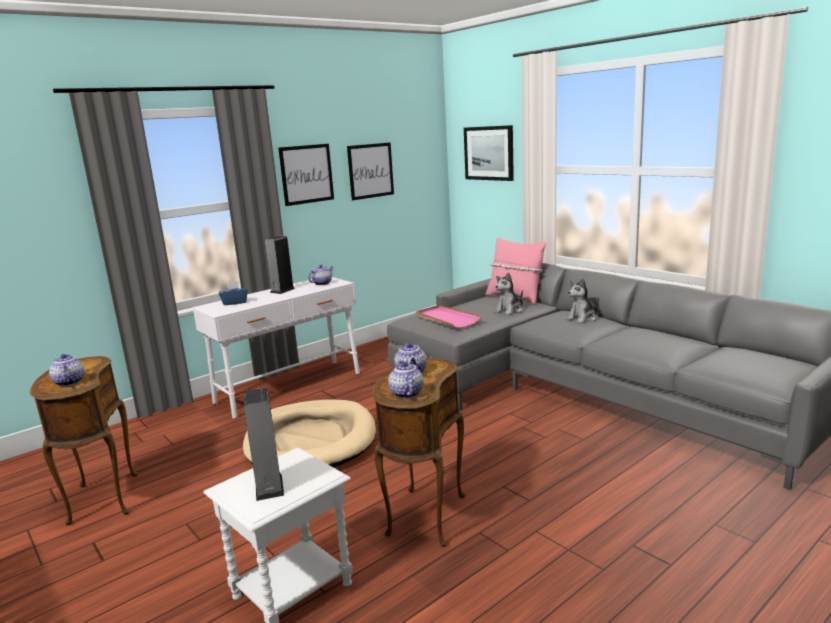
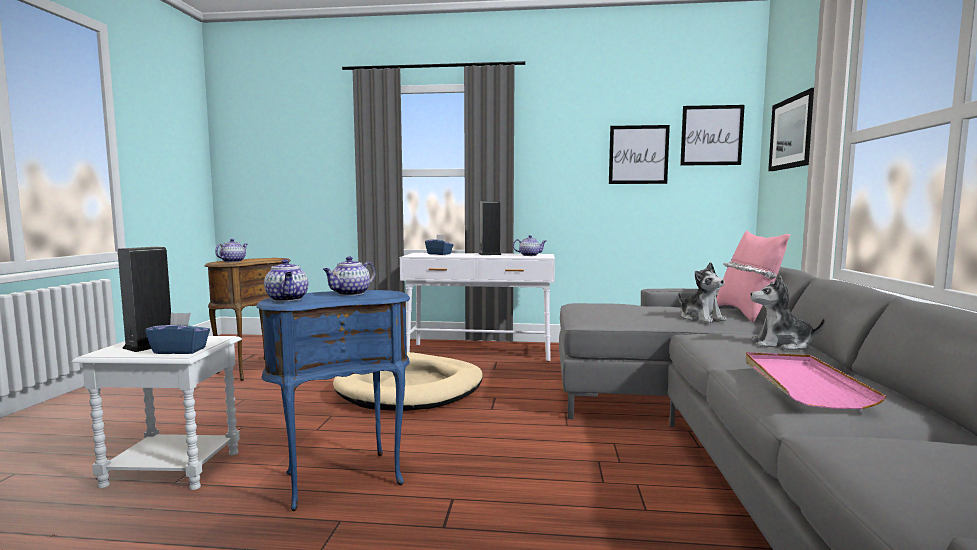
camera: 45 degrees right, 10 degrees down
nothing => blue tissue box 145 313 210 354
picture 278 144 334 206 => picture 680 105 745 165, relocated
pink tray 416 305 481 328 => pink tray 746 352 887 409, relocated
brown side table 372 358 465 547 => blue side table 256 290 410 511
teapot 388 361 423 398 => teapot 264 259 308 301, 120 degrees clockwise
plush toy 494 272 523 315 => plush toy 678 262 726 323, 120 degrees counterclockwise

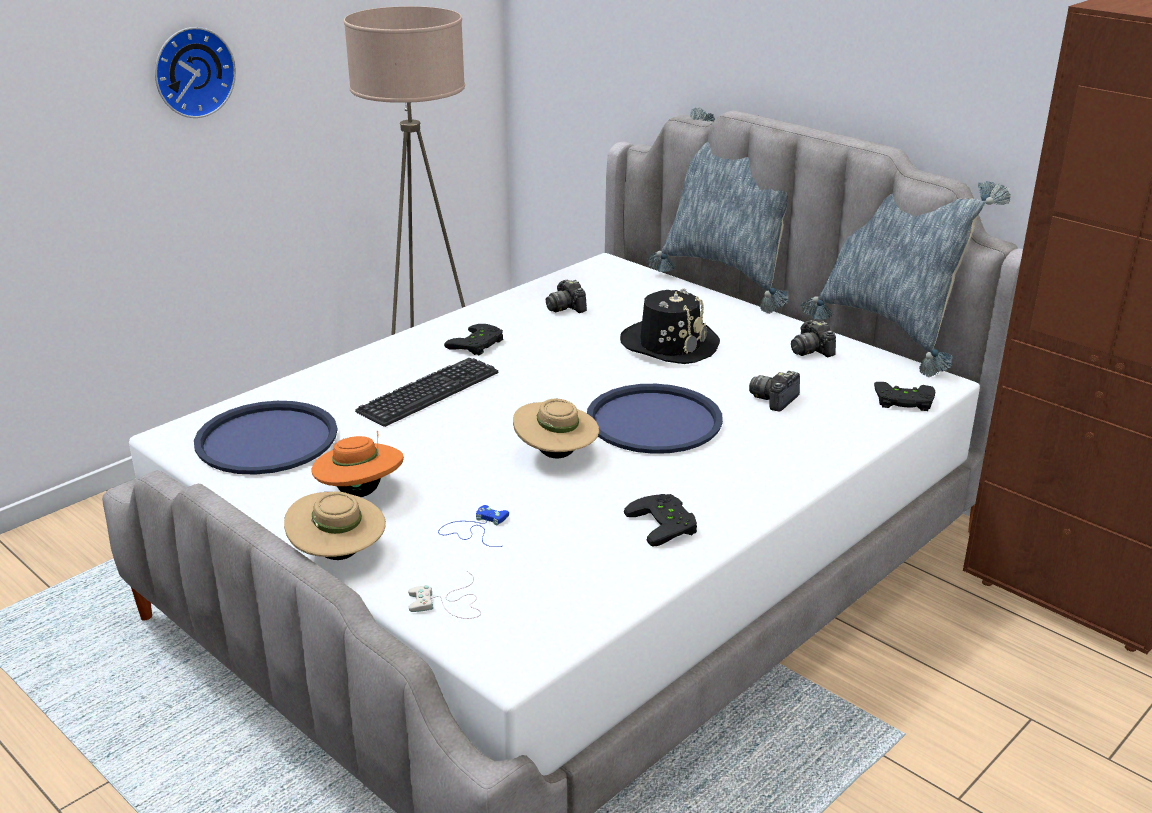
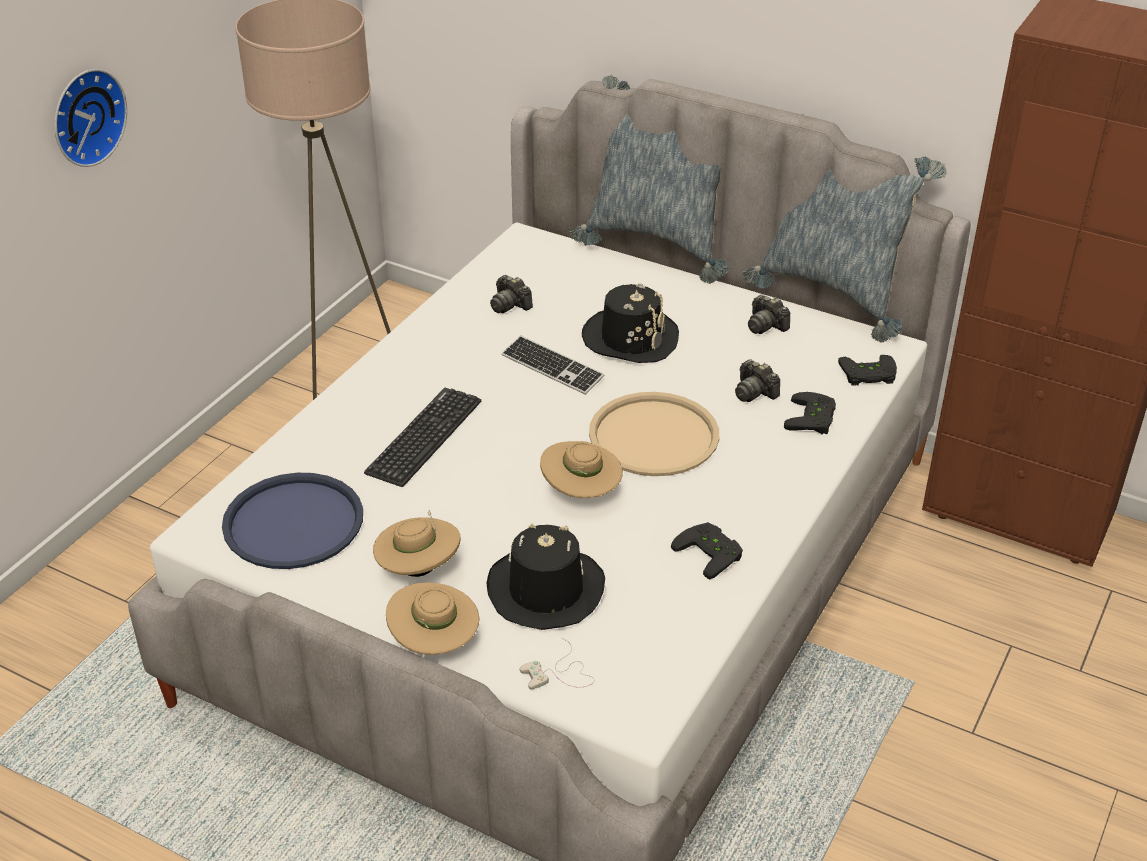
camera: 15 degrees left, 10 degrees up
nothing => keyboard 501 336 605 395
black game controller 444 324 503 355 => black game controller 784 392 836 434, relocated
blue game controller 438 505 509 547 => black hat 487 523 605 630
orange hat 312 431 404 497 => beige hat 373 510 461 577
blue tray 587 384 723 454 => beige tray 589 392 719 476
photo camera 749 371 800 411 => photo camera 735 359 780 402, 60 degrees counterclockwise

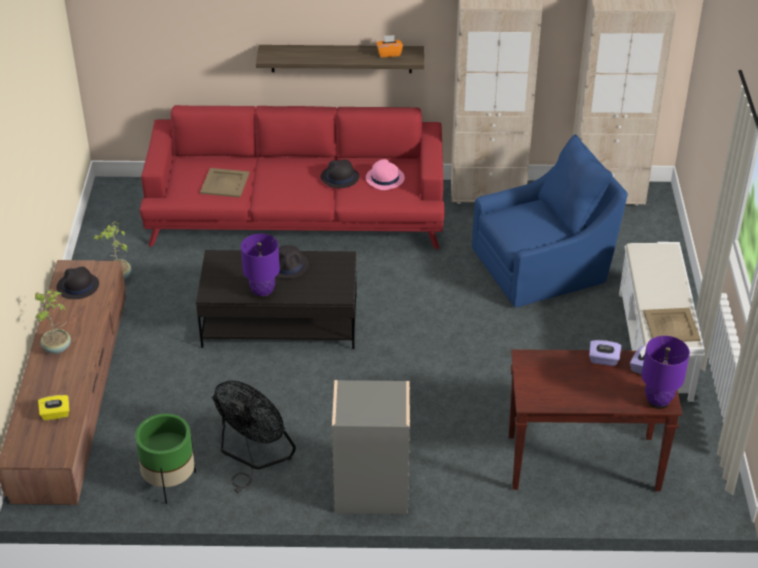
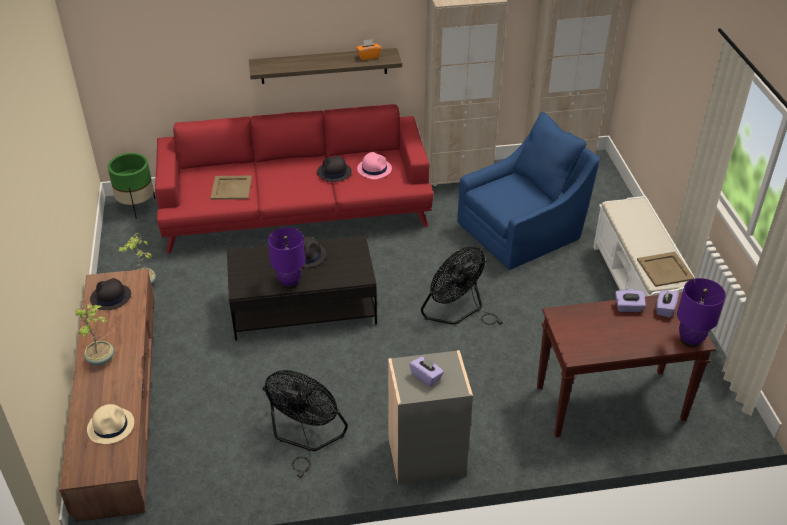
camera: 10 degrees left, 0 degrees up
nothing => purple tissue box 409 356 444 387
nothing => black fan 421 247 503 325
green planter 135 414 196 504 => green planter 108 153 155 219, relocated
yellow tissue box 38 395 69 421 => beige hat 87 404 134 444

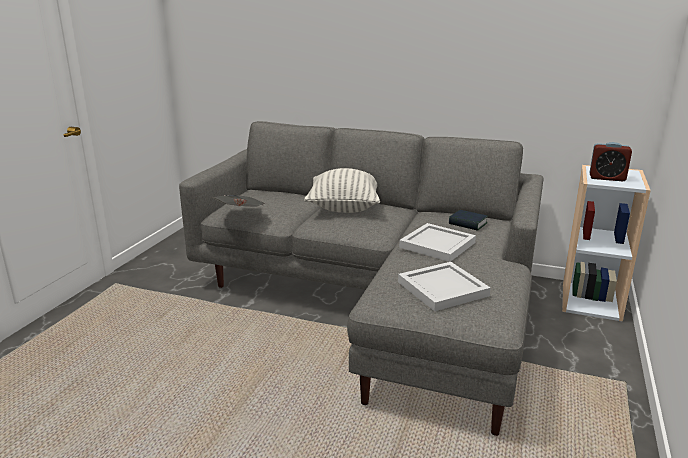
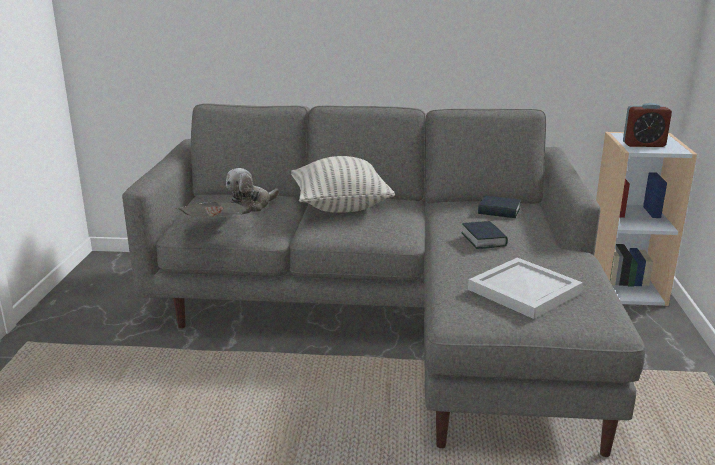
camera: 15 degrees left, 0 degrees up
nothing => plush toy 226 168 279 215
white tray 399 223 476 262 => book 461 221 508 249

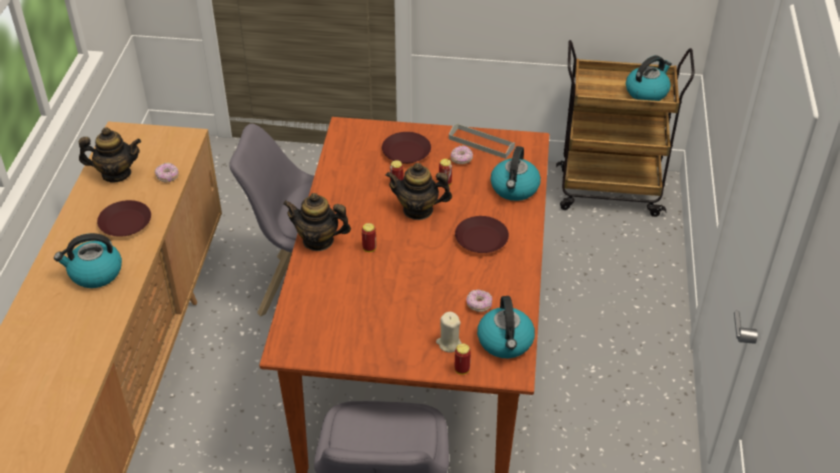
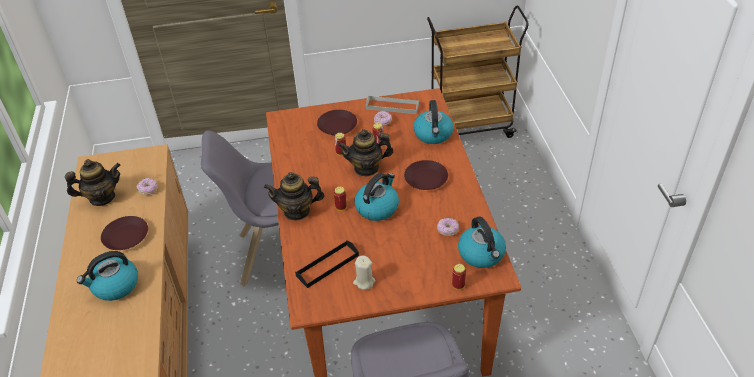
camera: 15 degrees left, 0 degrees up
nothing => black tray 295 240 359 288
beige candle 436 312 462 352 => beige candle 353 255 375 290, relocated
kettle 626 55 672 101 => kettle 355 173 399 221, relocated

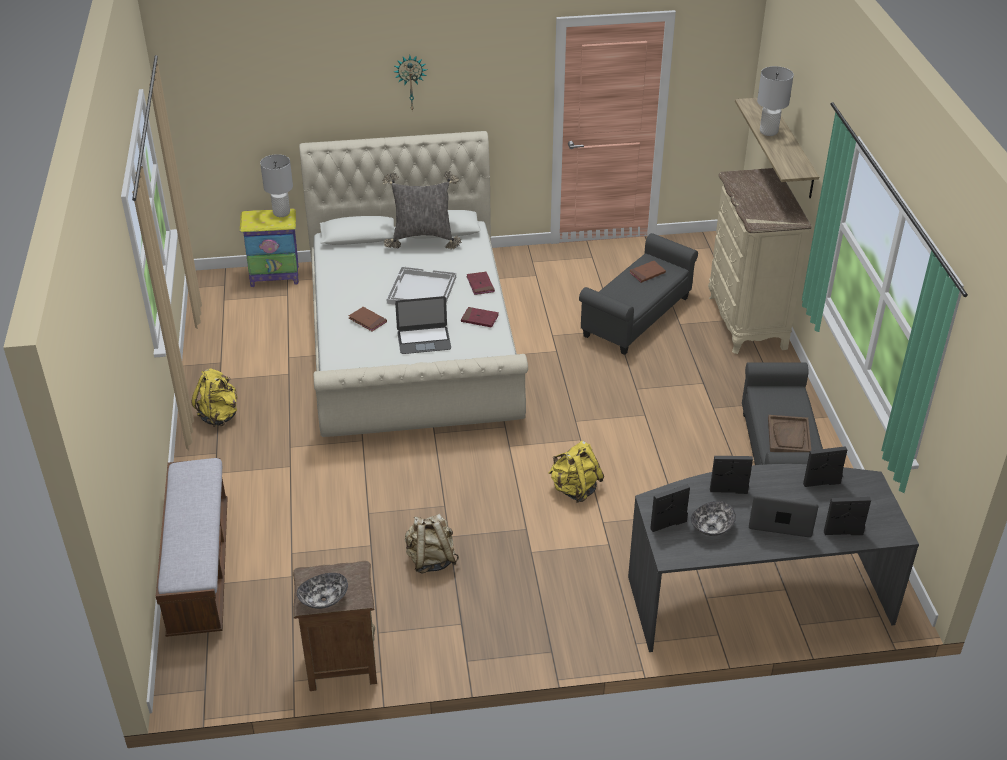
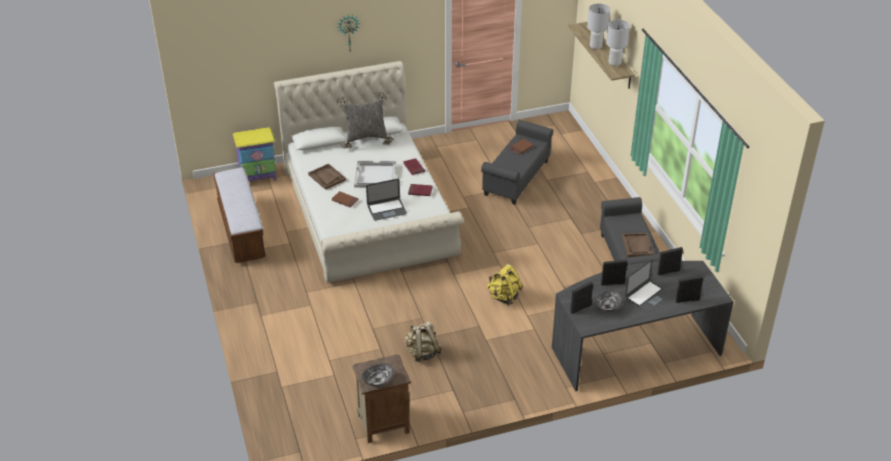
camera: 10 degrees left, 0 degrees up
yellow backpack 191 369 238 427 => nothing
beige dresser 708 168 811 354 => nothing
nothing => brown tray 308 163 346 190
bench 156 458 228 637 => bench 213 168 266 263, relocated
grey table lamp 260 154 293 217 => grey table lamp 606 20 630 66, relocated
laptop 748 496 819 537 => laptop 625 259 672 312, 135 degrees clockwise

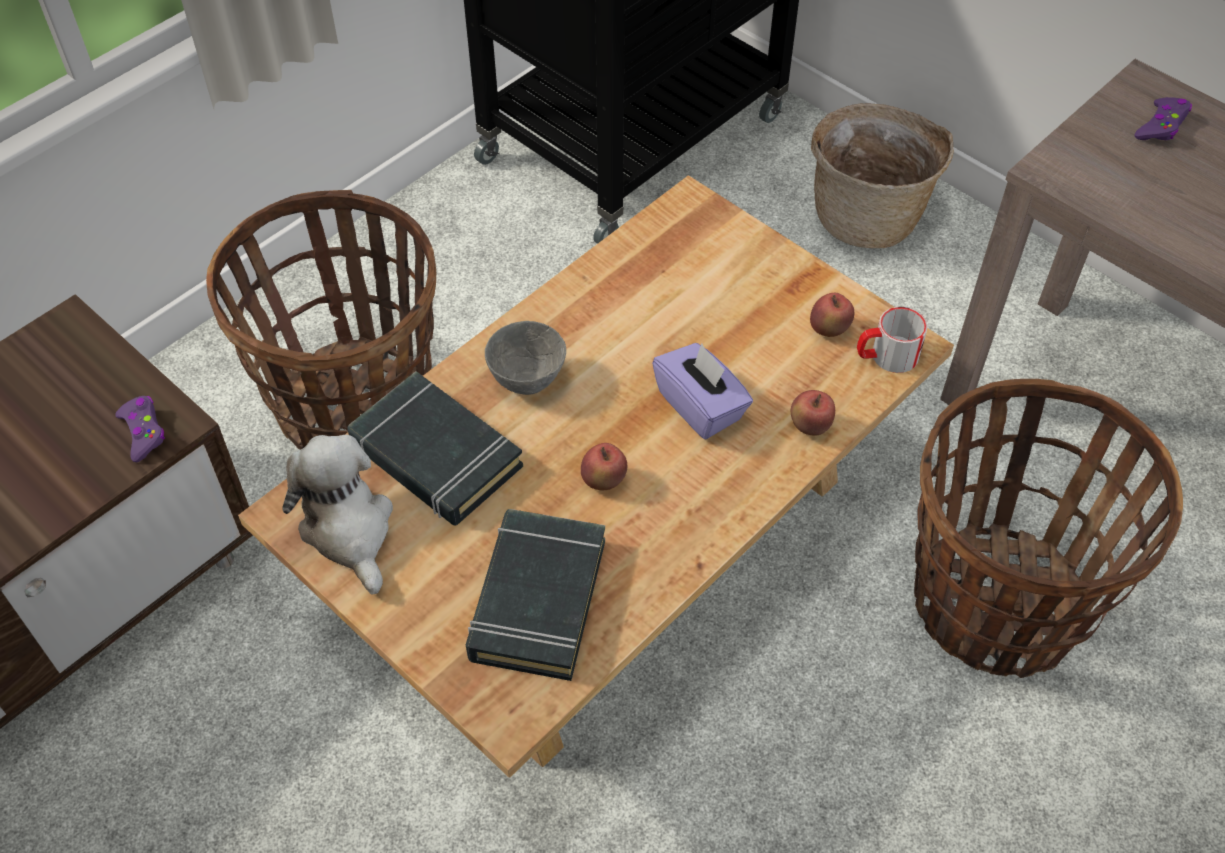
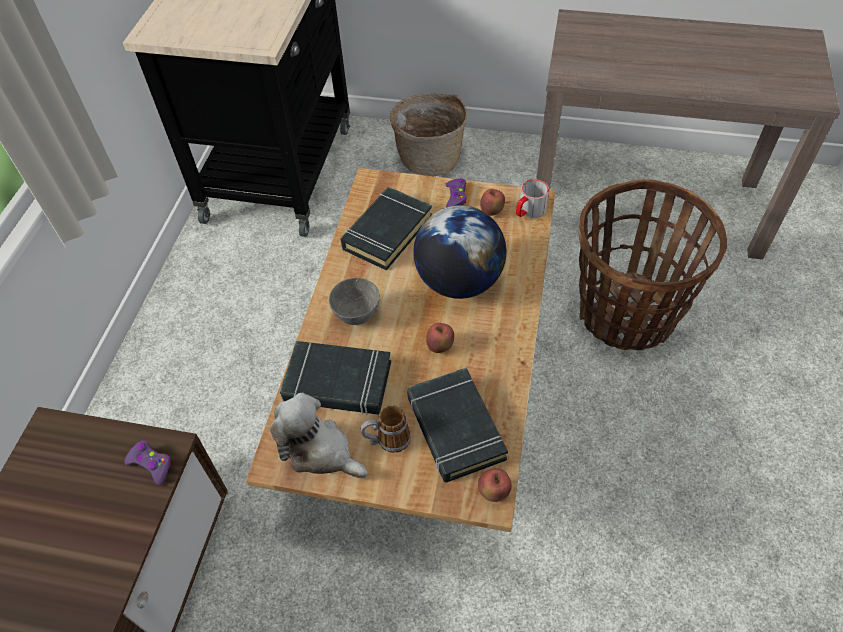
camera: 30 degrees left, 0 degrees up
basket 206 190 436 450 => nothing
nothing => black book 340 187 432 271
nothing => mug 361 405 411 453
apple 791 390 835 436 => apple 478 468 512 502, relocated
purple game controller 1134 97 1192 140 => purple game controller 445 178 467 207, relocated
purple tissue box 652 343 753 439 => globe 413 205 506 299

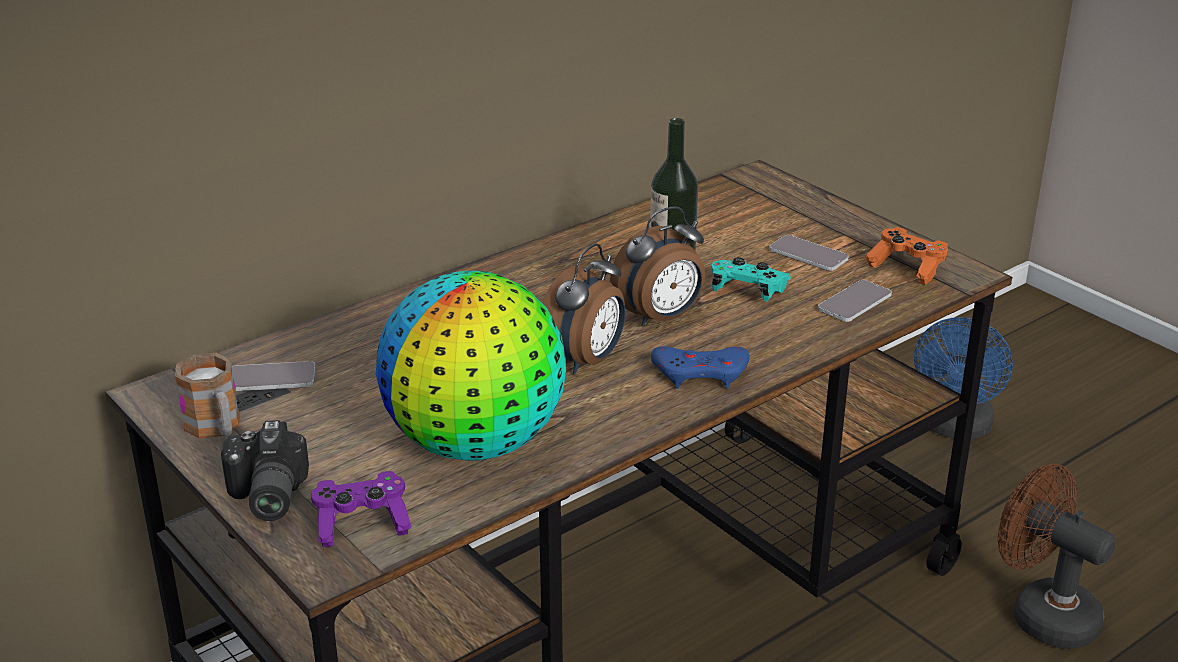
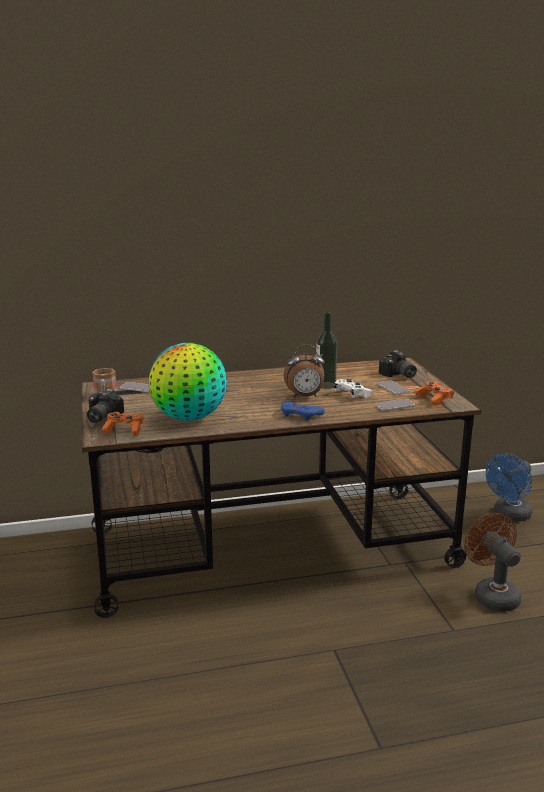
camera: 25 degrees right, 10 degrees down
alarm clock 543 243 625 374 => nothing
nothing => photo camera 379 350 417 378
purple game controller 311 471 412 547 => orange game controller 102 412 144 436
turquoise game controller 711 257 791 302 => white game controller 334 379 372 398

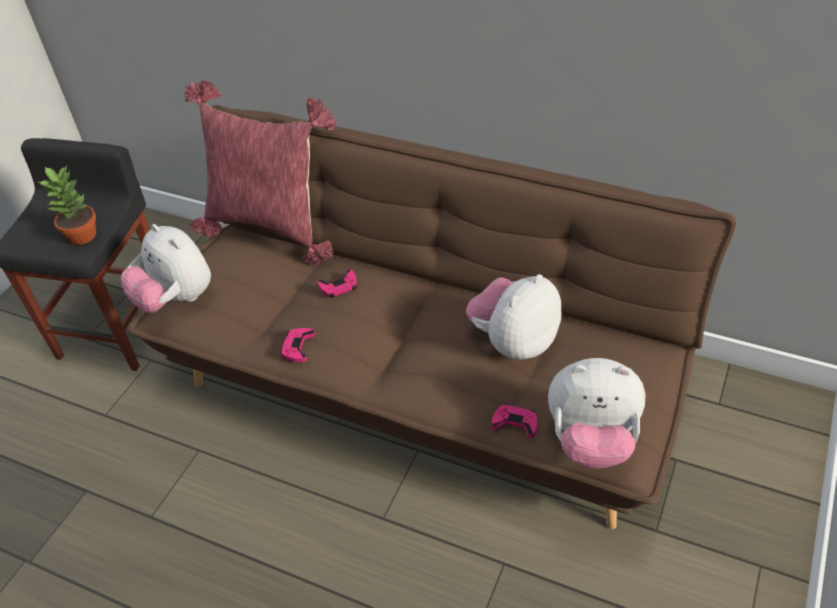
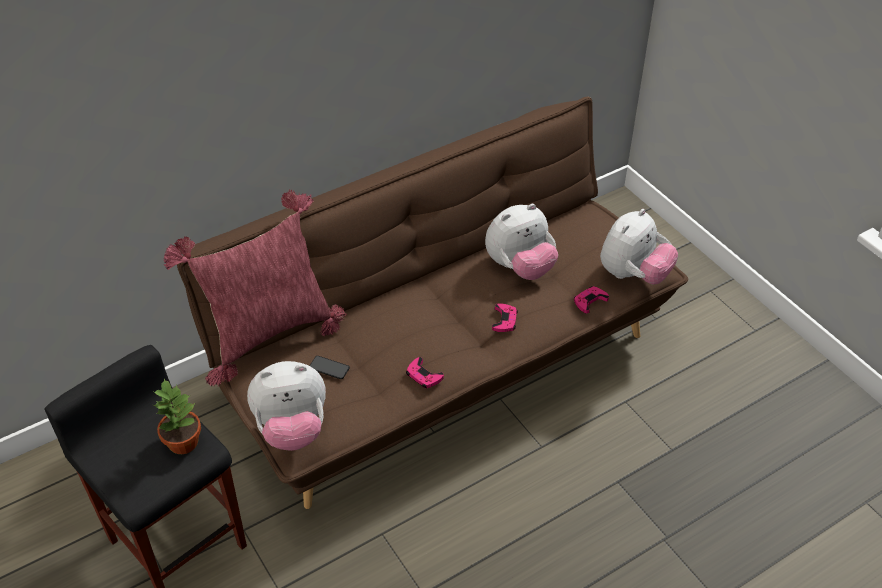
camera: 60 degrees left, 0 degrees up
nothing => phone 309 356 350 379
pink game controller 318 269 357 298 => pink game controller 492 303 518 332, relocated
plush toy 466 274 562 360 => plush toy 485 204 558 280, 105 degrees counterclockwise

